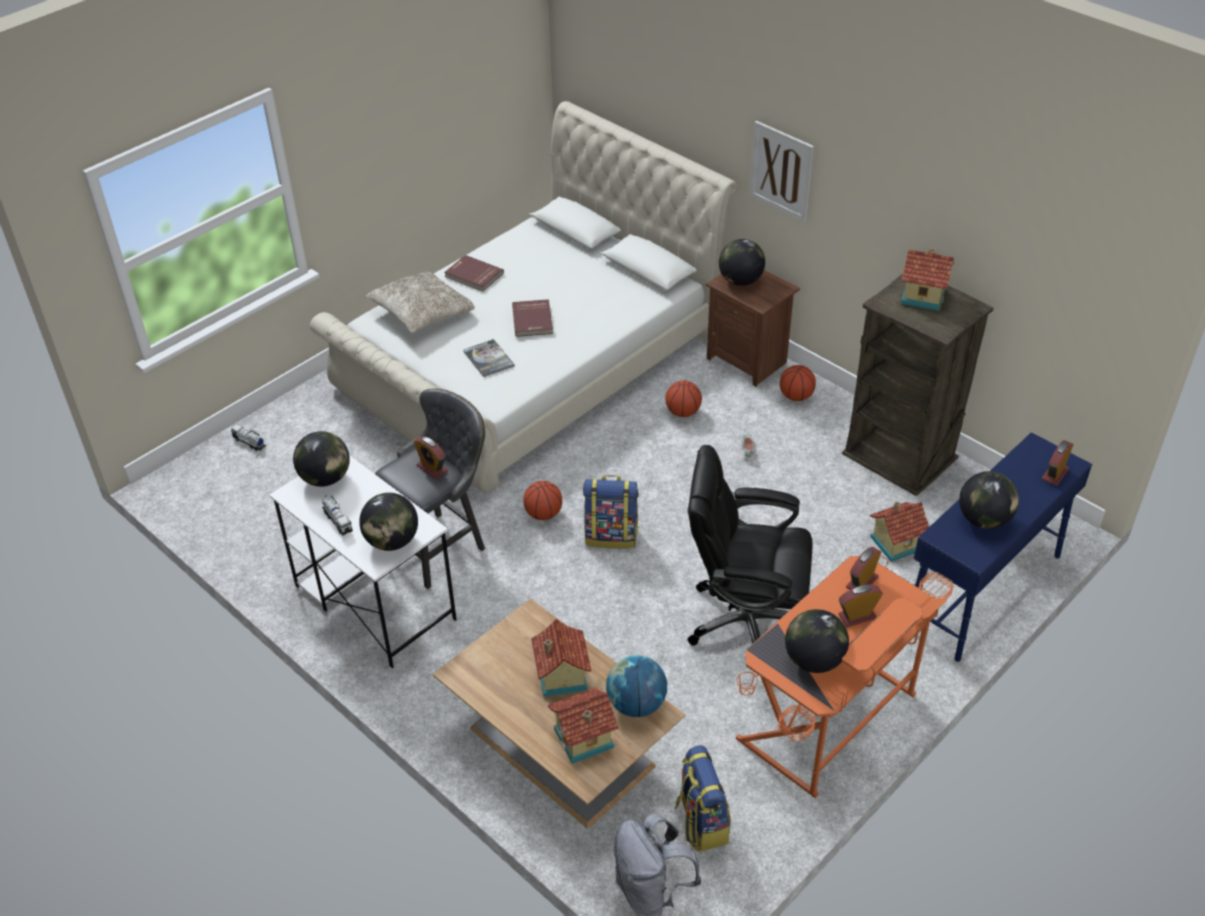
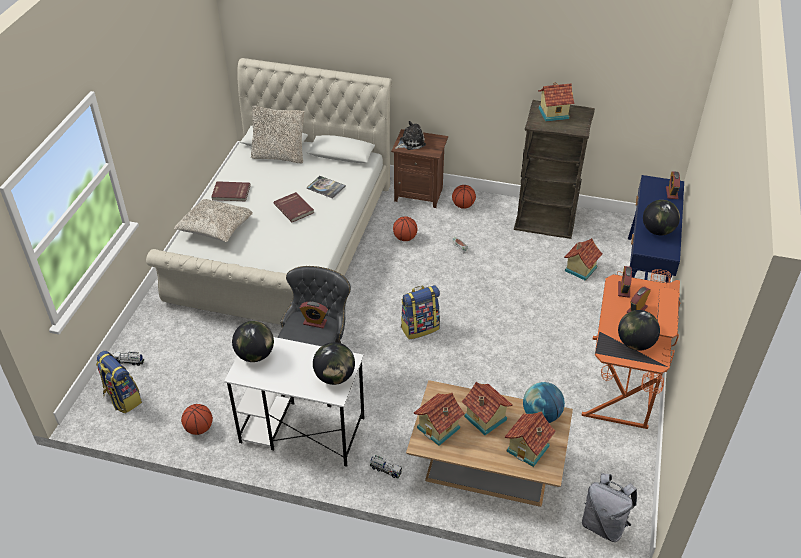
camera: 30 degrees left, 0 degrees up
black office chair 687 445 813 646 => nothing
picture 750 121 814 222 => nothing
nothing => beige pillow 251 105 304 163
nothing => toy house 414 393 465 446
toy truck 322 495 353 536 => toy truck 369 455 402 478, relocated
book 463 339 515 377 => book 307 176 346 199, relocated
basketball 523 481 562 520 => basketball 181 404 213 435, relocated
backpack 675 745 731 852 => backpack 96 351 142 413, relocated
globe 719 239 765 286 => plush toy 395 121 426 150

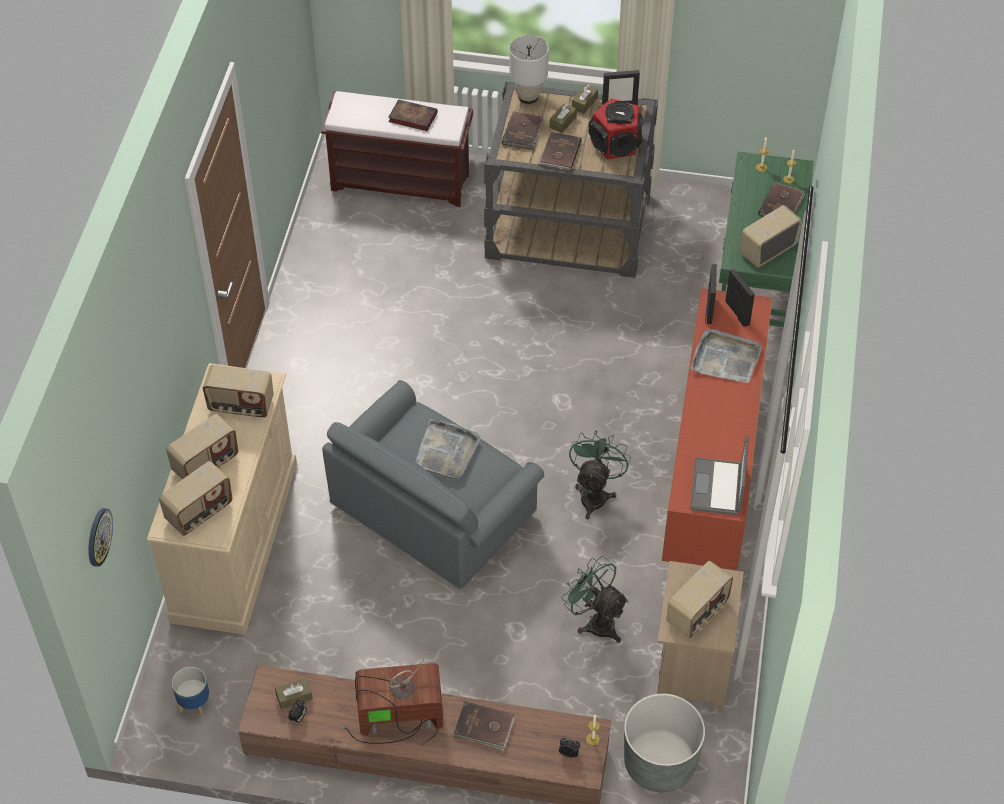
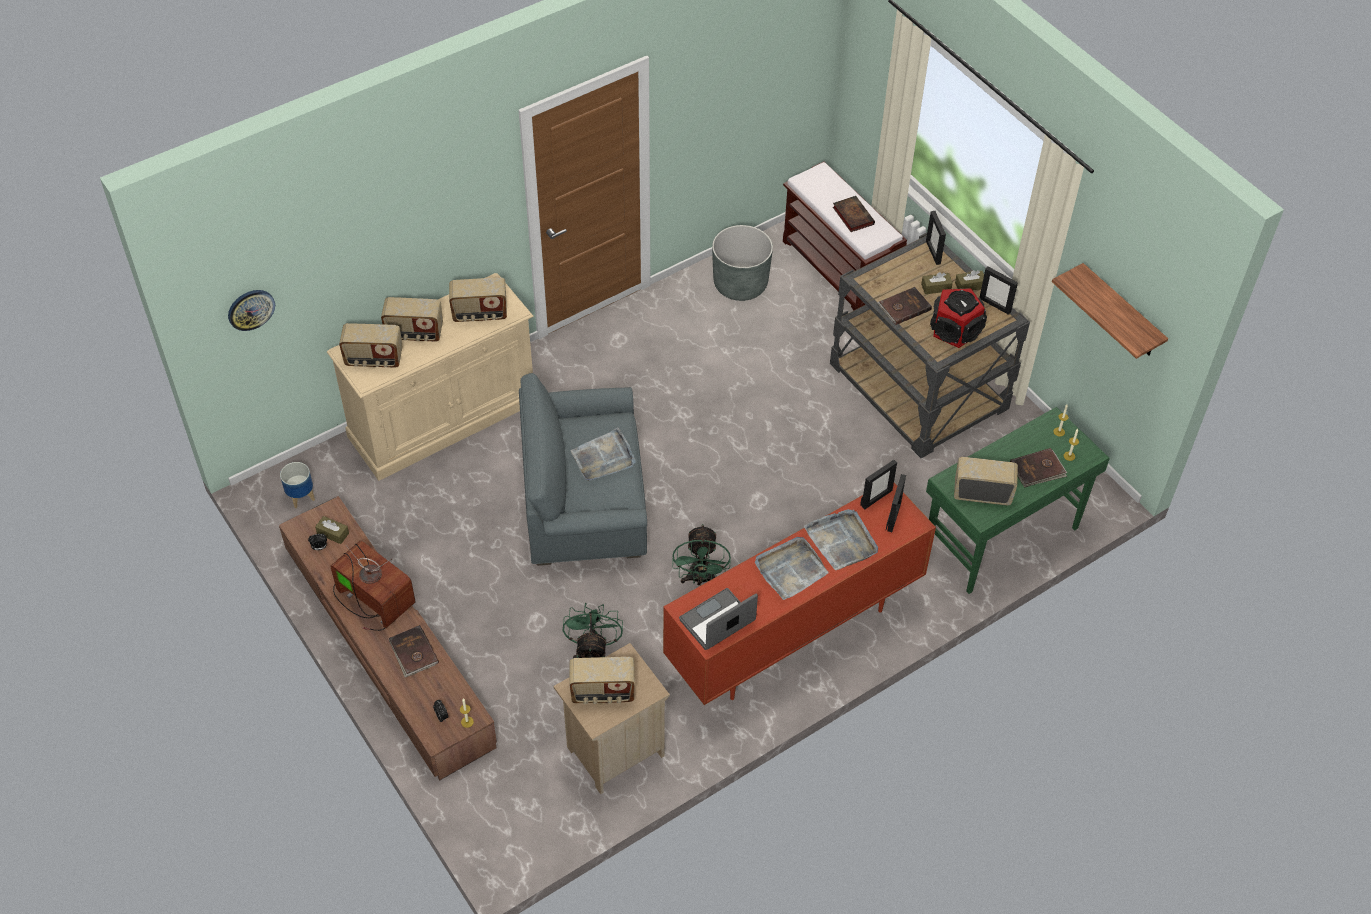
camera: 45 degrees right, 0 degrees up
brown book 502 111 546 150 => nothing
nothing => grey tray 755 537 829 600
nothing => shelf 1052 263 1168 359
grey planter 624 694 705 792 => grey planter 712 225 773 301, relocated
white table lamp 509 35 549 104 => picture frame 926 211 946 265
radio 203 365 274 418 => radio 449 277 507 322, 60 degrees counterclockwise
green fan 569 430 631 519 => green fan 672 524 731 586, 120 degrees clockwise

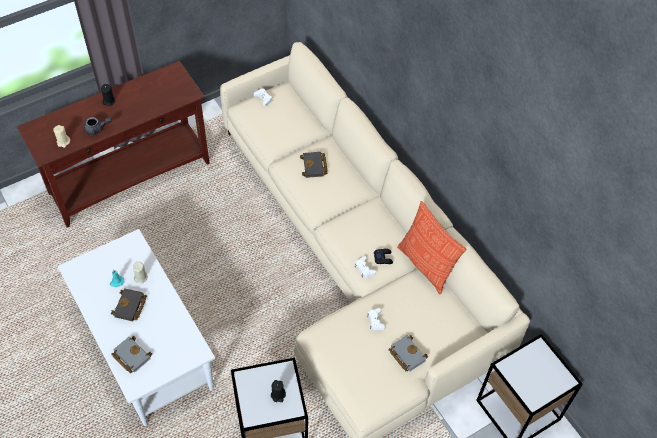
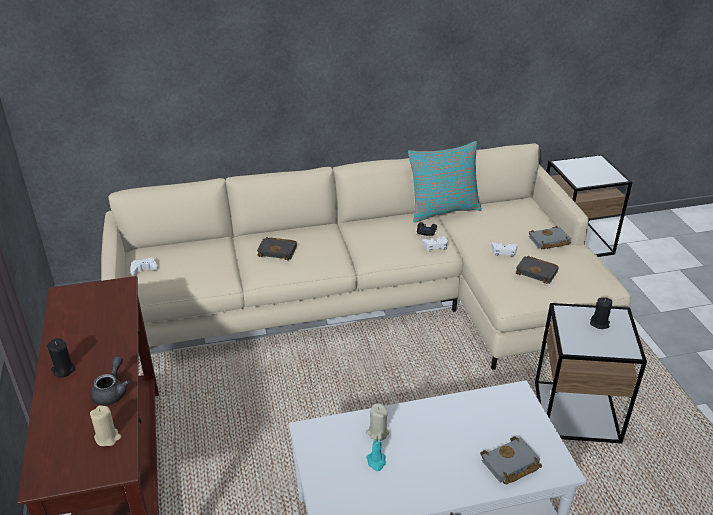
camera: 70 degrees left, 20 degrees down
black book 111 288 147 321 => black book 515 256 559 284, relocated
orange pillow 397 201 466 294 => turquoise pillow 408 141 482 223

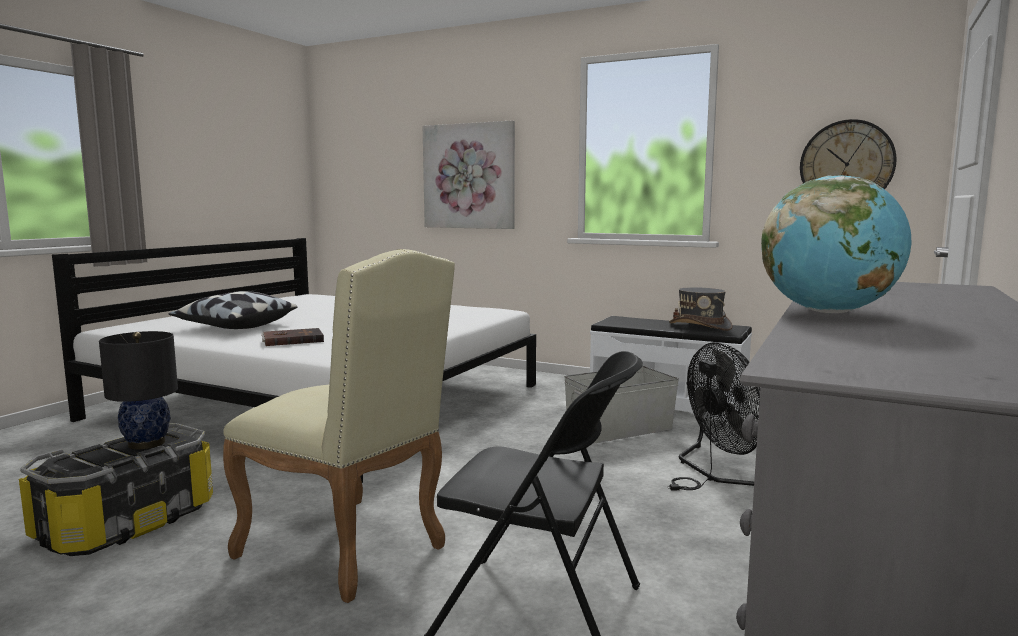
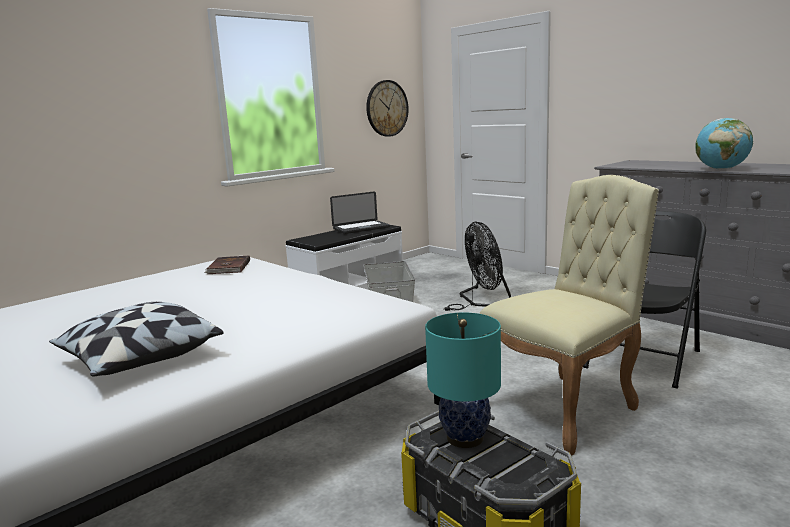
camera: 70 degrees left, 5 degrees up
picture 423 121 515 229 => nothing
brown book 261 328 324 346 => brown book 204 256 250 274, relocated
grey hat 669 287 733 331 => laptop 330 191 390 234
black table lamp 99 331 178 450 => turquoise table lamp 425 313 501 448
black fan 668 342 760 491 => black fan 443 222 511 311, 75 degrees clockwise

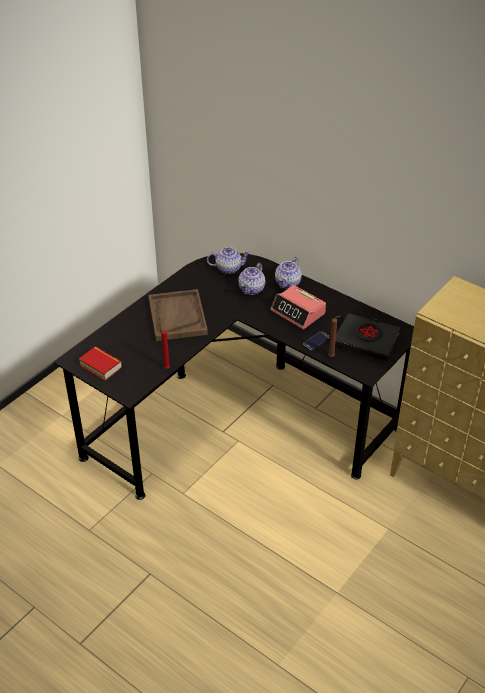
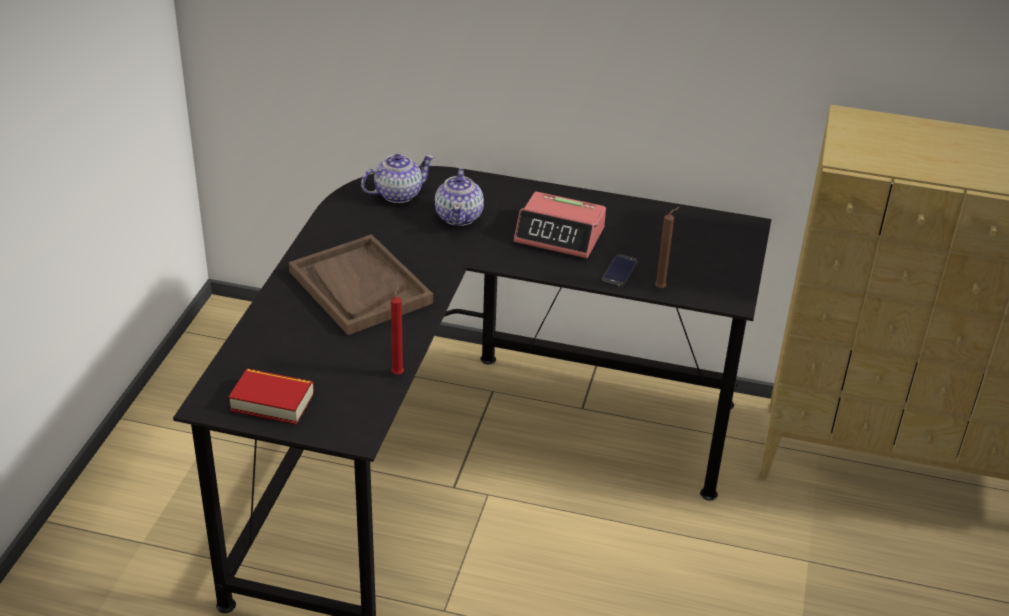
camera: 25 degrees left, 5 degrees down
teapot 275 257 302 289 => nothing
black book 335 313 401 361 => nothing

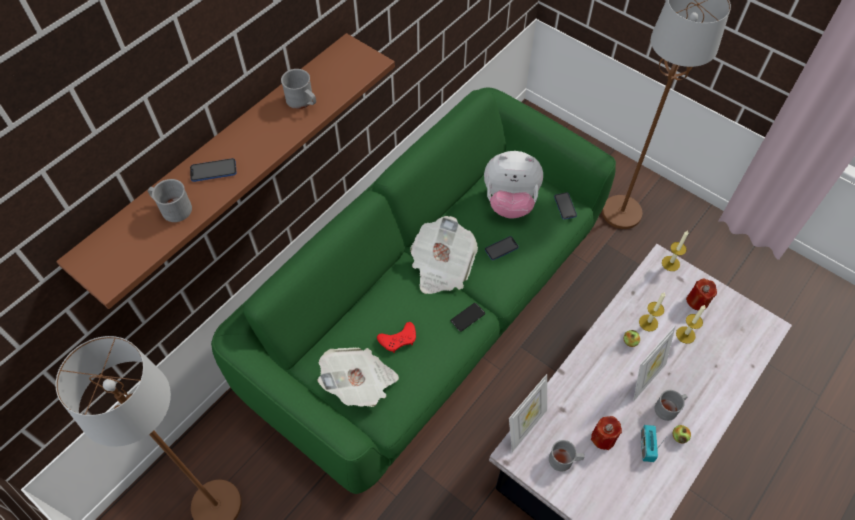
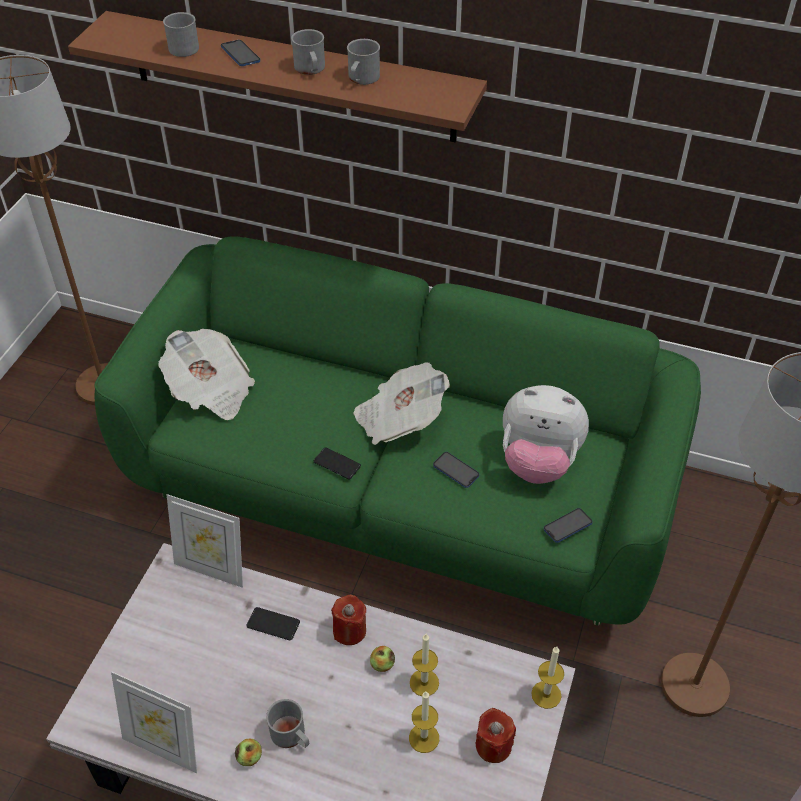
camera: 70 degrees right, 10 degrees down
red game controller 377 322 416 353 => nothing
radio 641 425 665 462 => nothing
nothing => phone 246 607 300 640
grey mug 549 440 584 471 => grey mug 291 29 325 75, relocated
red candle 591 416 622 450 => red candle 331 595 366 645, relocated
picture frame 633 326 675 401 => picture frame 111 672 197 773, relocated
plush toy 484 151 543 219 => plush toy 503 385 589 484, 60 degrees counterclockwise

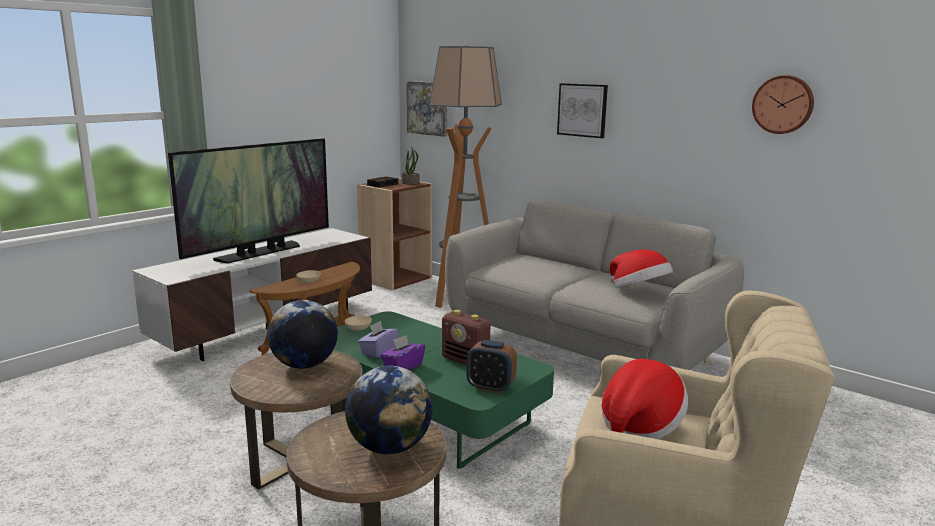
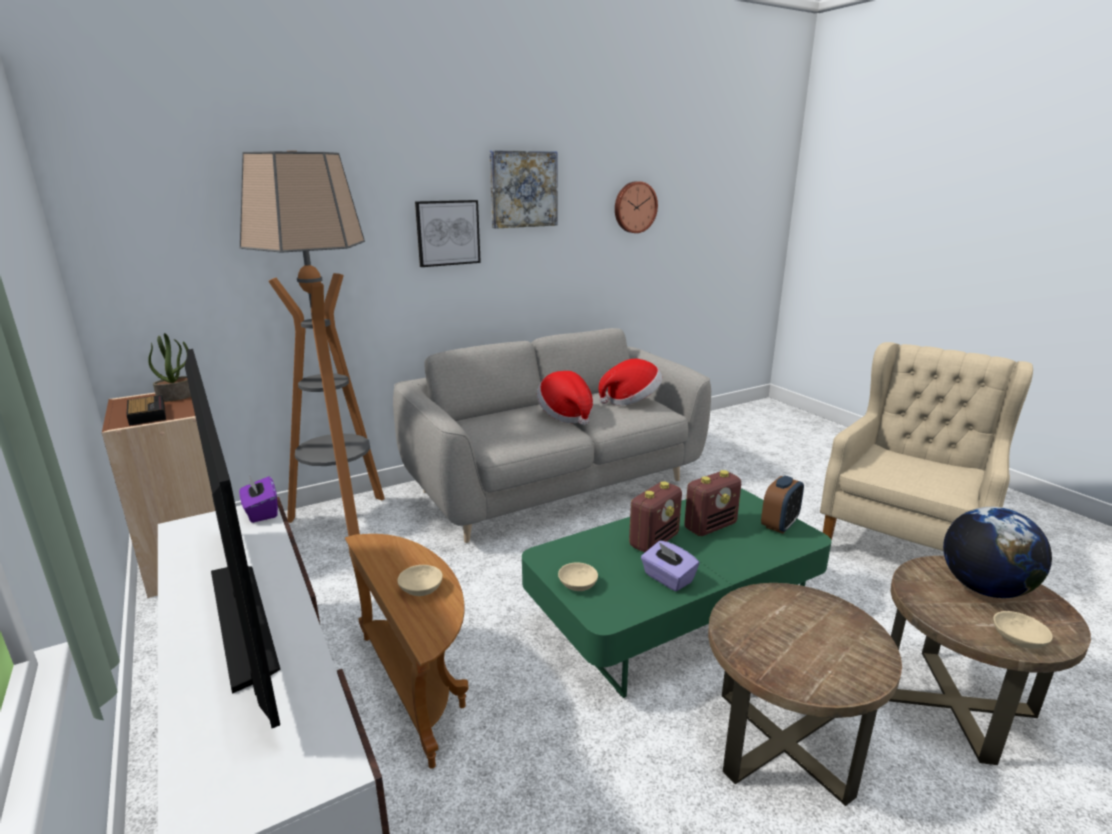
camera: 70 degrees left, 5 degrees up
globe 267 300 338 369 => nothing
nothing => radio 629 481 682 553
nothing => beige bowl 993 611 1053 649
purple tissue box 381 335 425 370 => purple tissue box 239 475 278 523, relocated
picture 407 81 447 137 => picture 489 150 557 229, relocated
hat 601 359 688 439 => hat 537 371 593 425, relocated

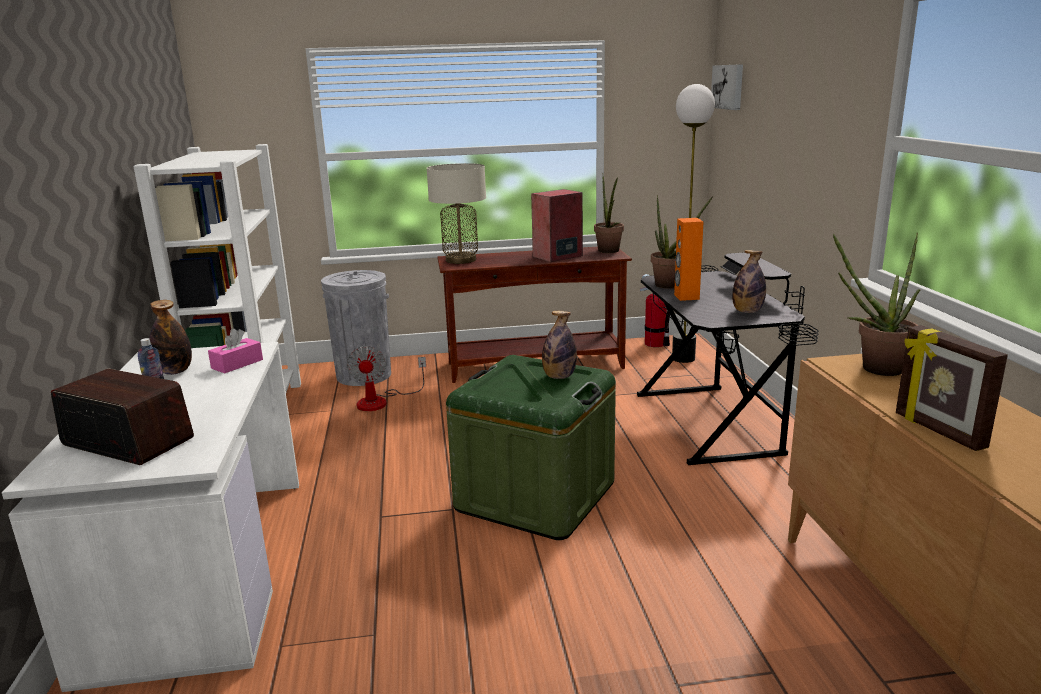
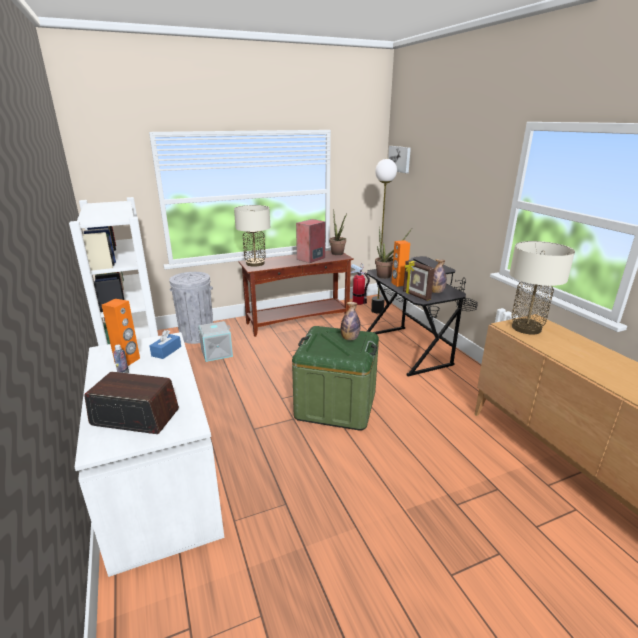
camera: 15 degrees left, 5 degrees up
picture frame 896 325 1008 451 => picture frame 403 260 435 301, relocated
bottle 149 300 192 375 => orange speaker 102 299 140 366
fan 346 346 426 411 => grey storage box 198 321 233 362
potted plant 833 232 920 376 => table lamp 510 241 575 334
pink tissue box 208 328 263 373 => blue tissue box 150 330 181 359

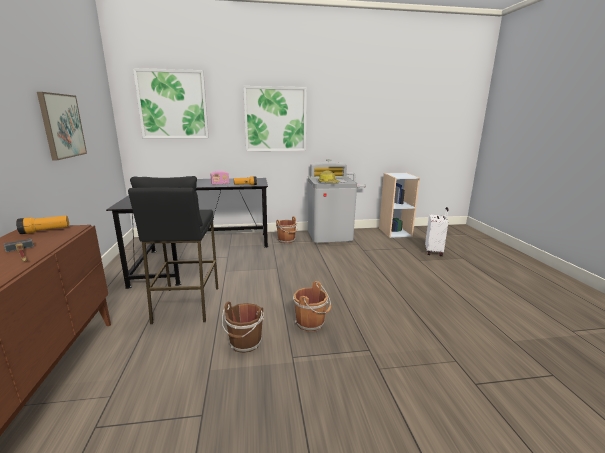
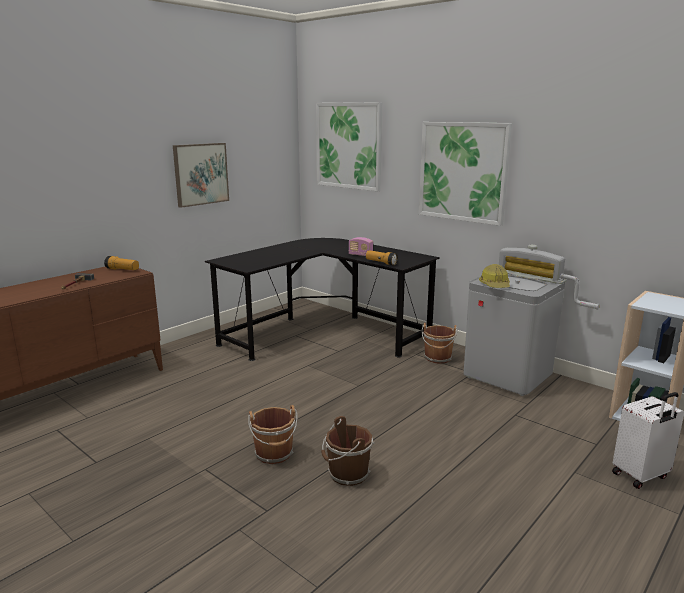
camera: 50 degrees right, 0 degrees up
black stool 128 176 218 324 => nothing
brown bucket 222 302 264 353 => brown bucket 321 416 374 486, relocated

